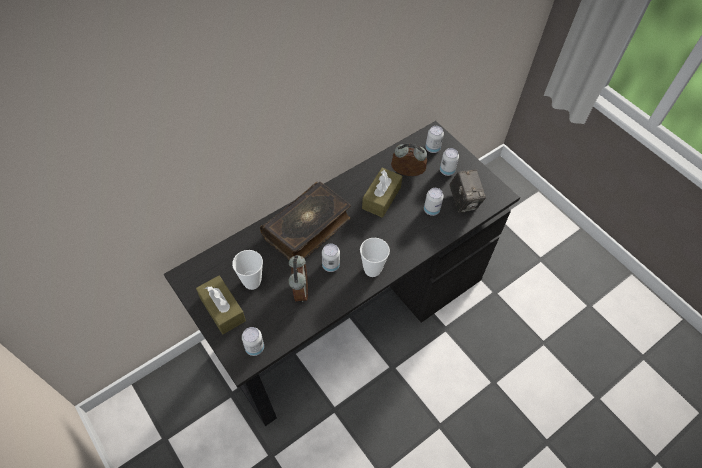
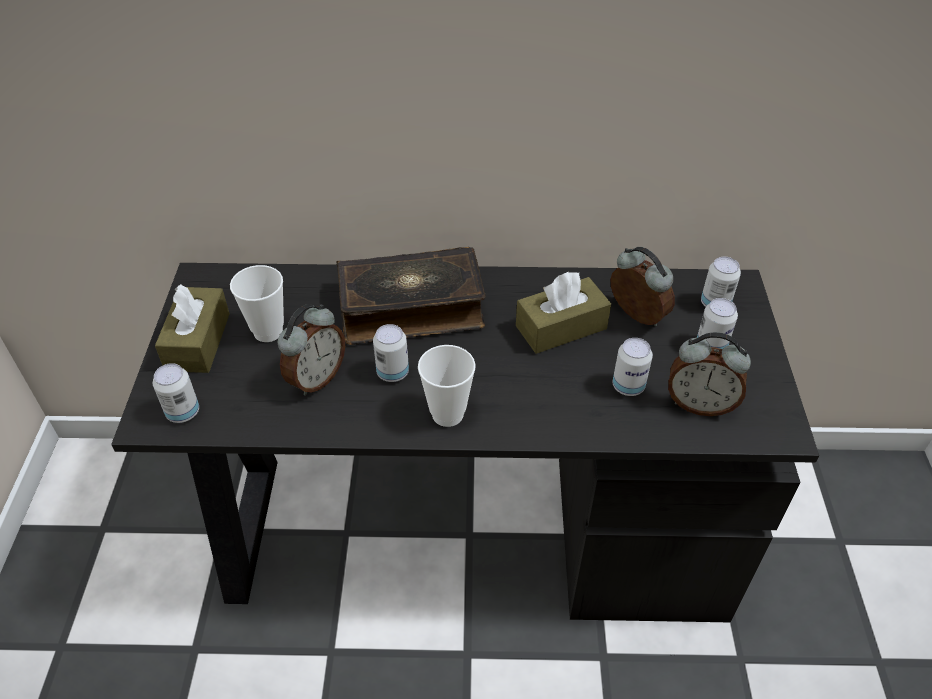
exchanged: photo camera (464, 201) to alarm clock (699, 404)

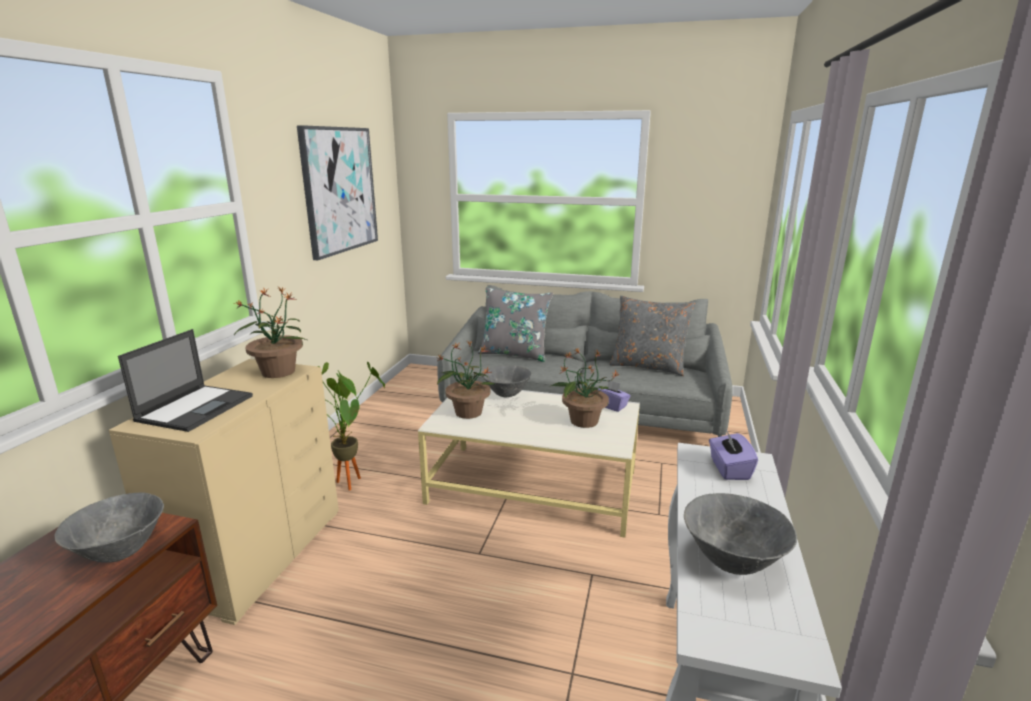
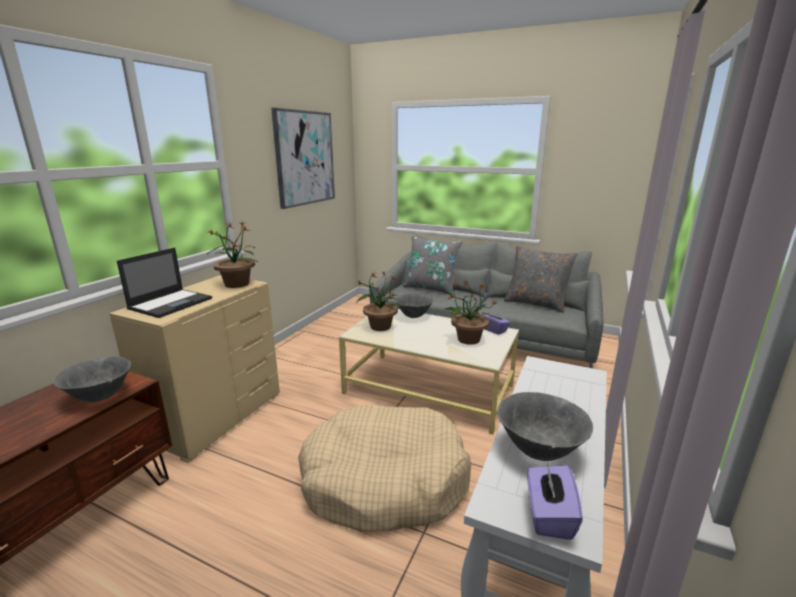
missing: potted plant (350, 480)
appeared: dog bed in beige (384, 480)
relocated: tissue box in purple (729, 469) to (548, 515)

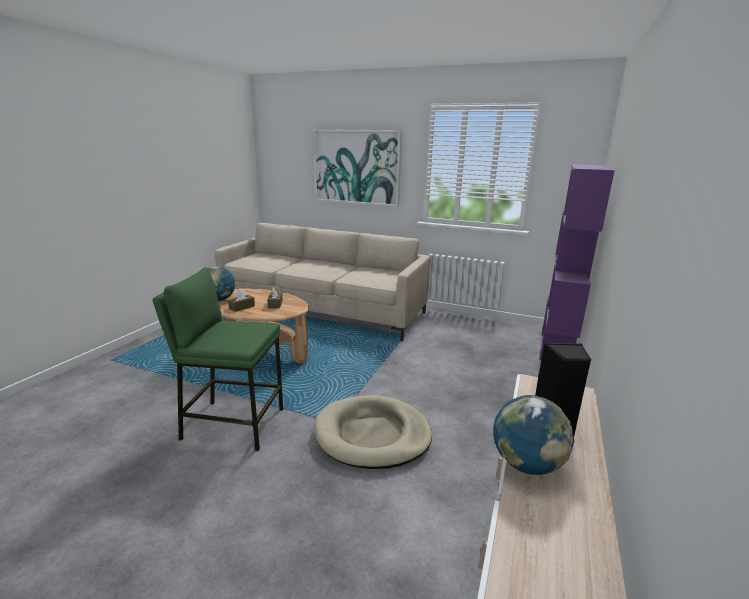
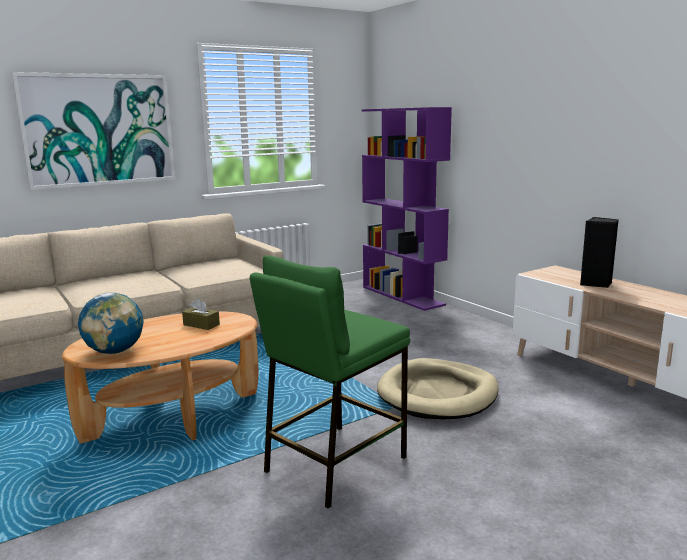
missing: tissue box in brown (242, 307); globe (526, 464)

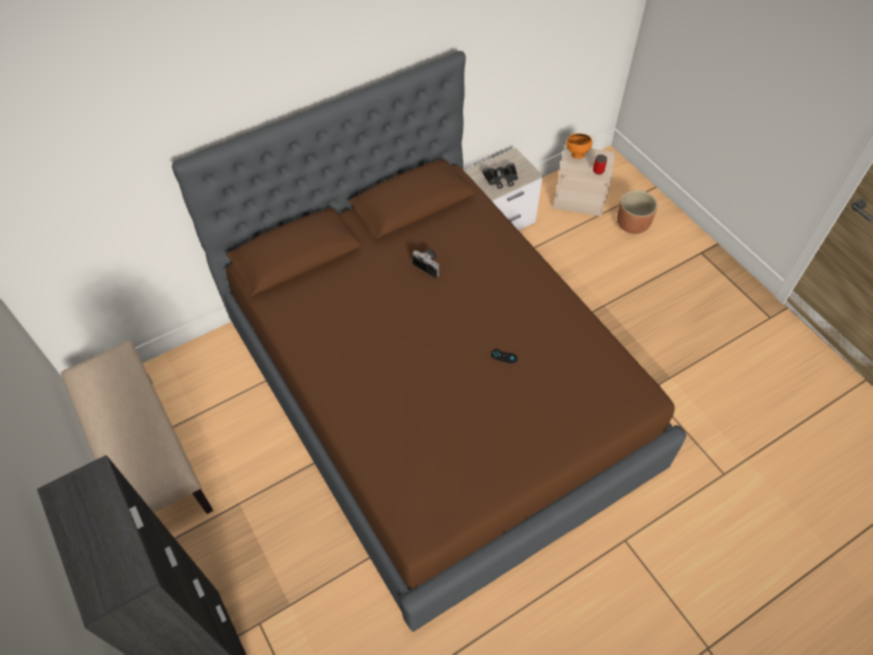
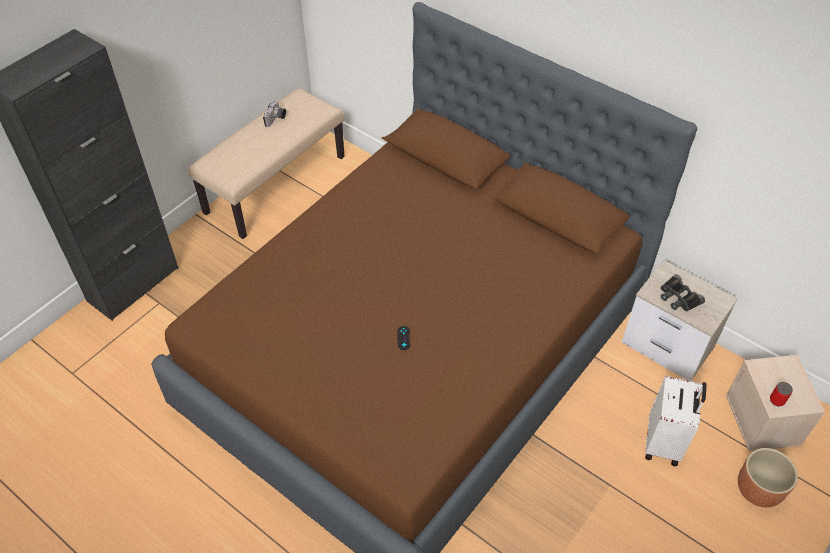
missing: bowl in orange (576, 155)
appeared: suitcase in white (664, 443)
relocated: photo camera (429, 265) to (276, 119)

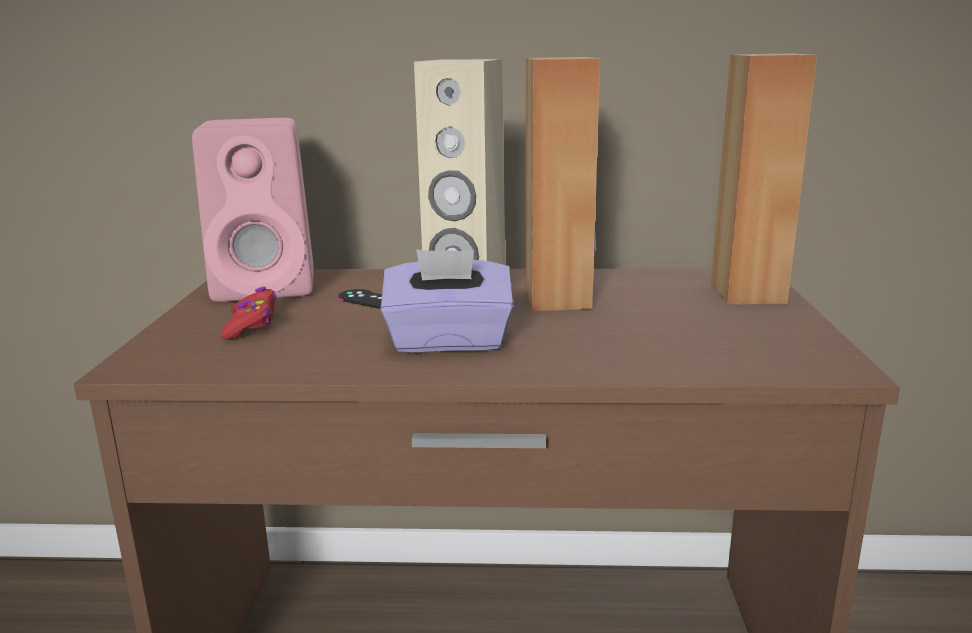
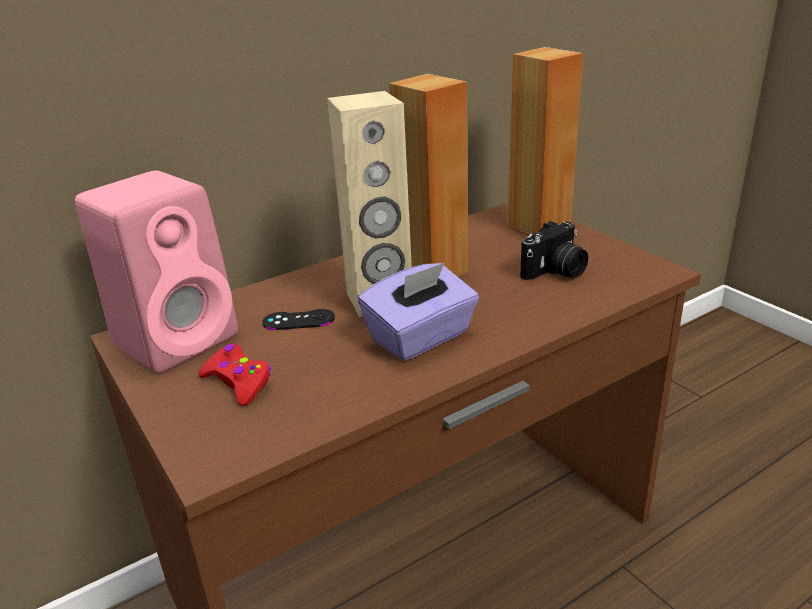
appeared: photo camera (556, 272)

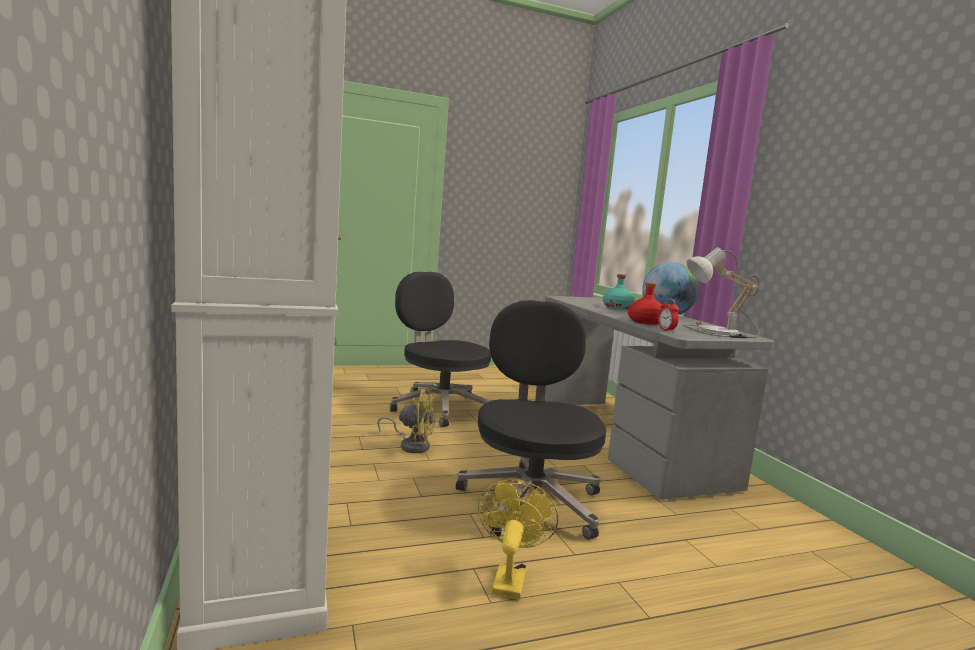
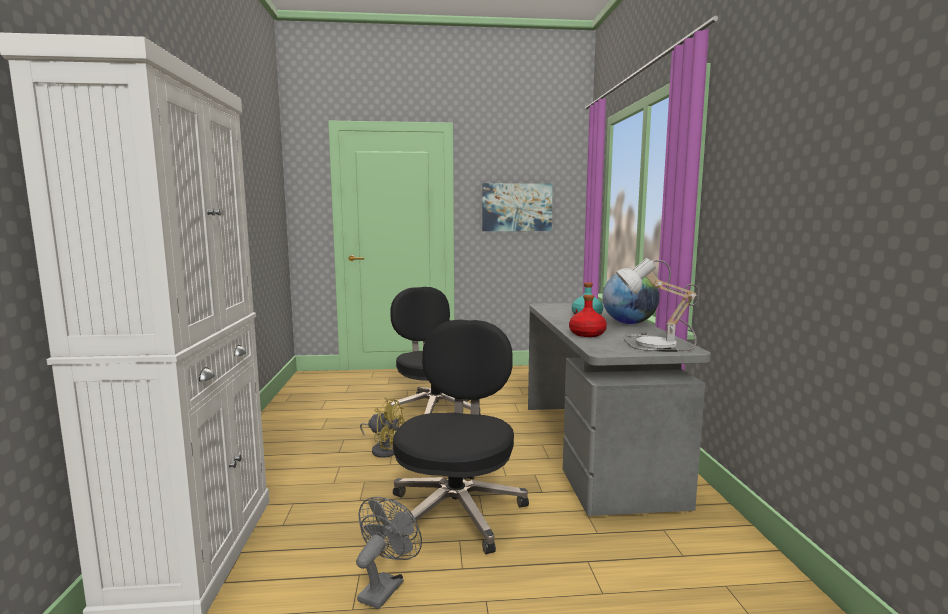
missing: alarm clock (666, 330)
appeared: picture (516, 207)
colour: fan in yellow (509, 577) to fan in grey (385, 586)

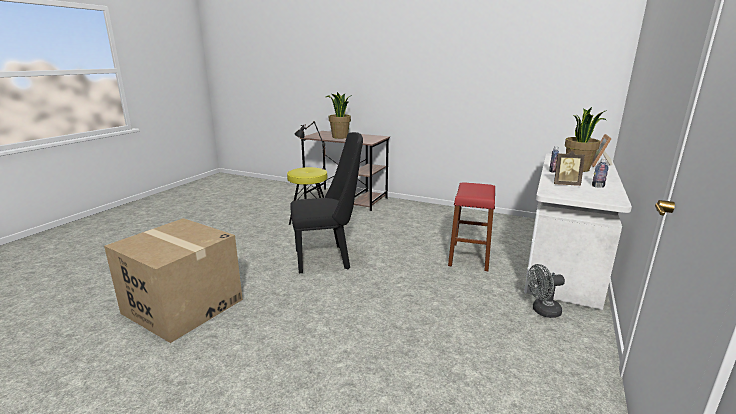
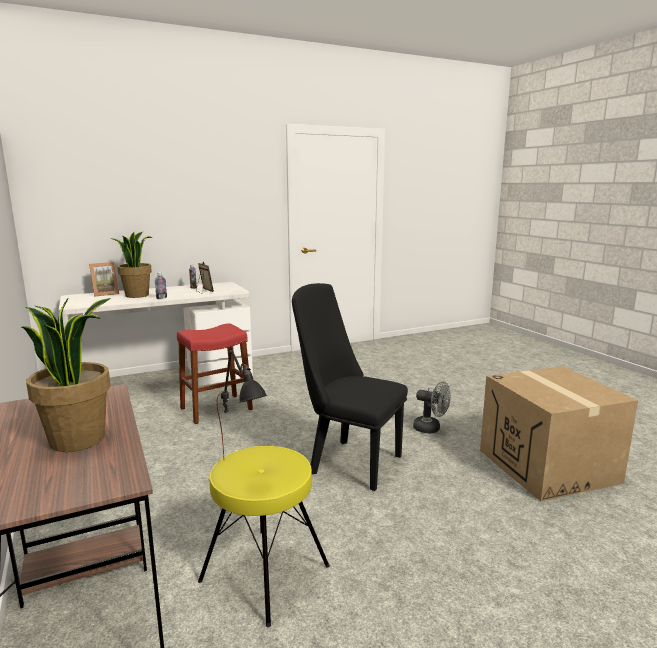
relocated: fan in grey (542, 311) to (431, 429)

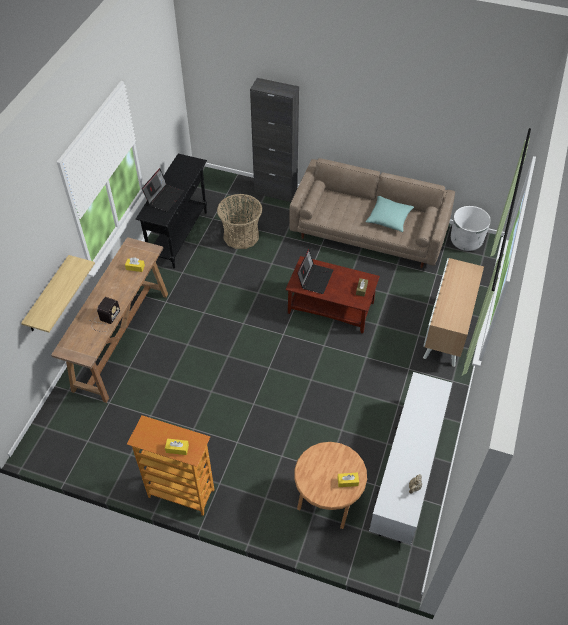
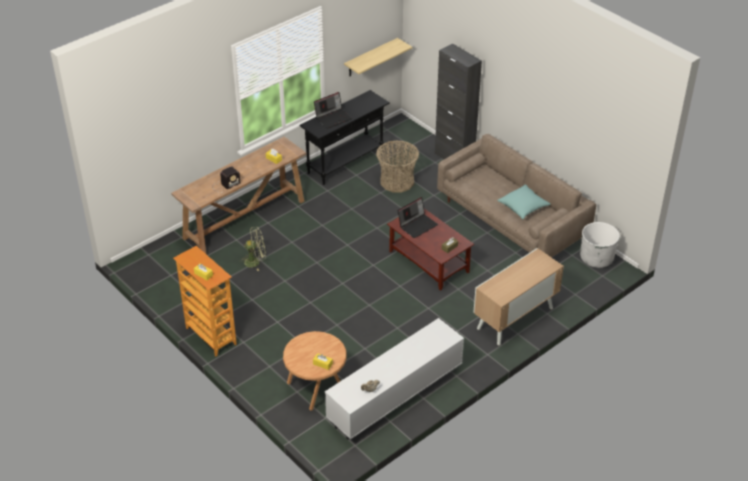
appeared: fan in green (255, 261)
relocated: shelf (48, 295) to (371, 57)

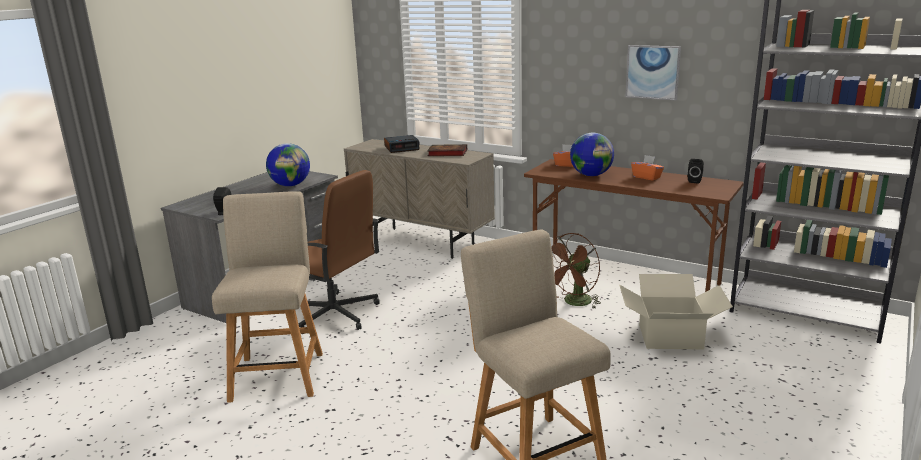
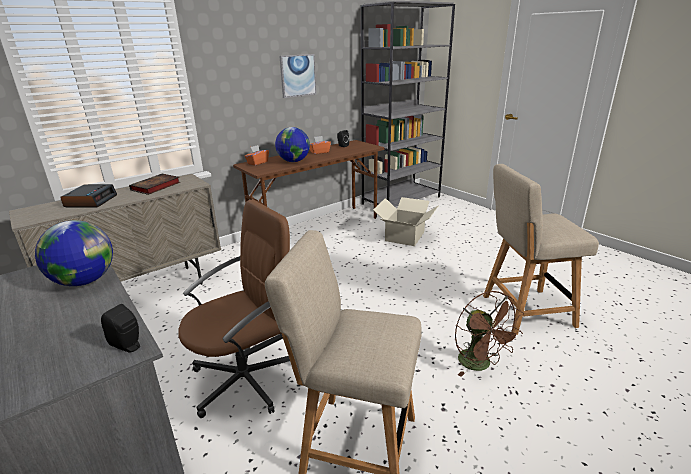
relocated: fan in brown (574, 303) to (480, 365)

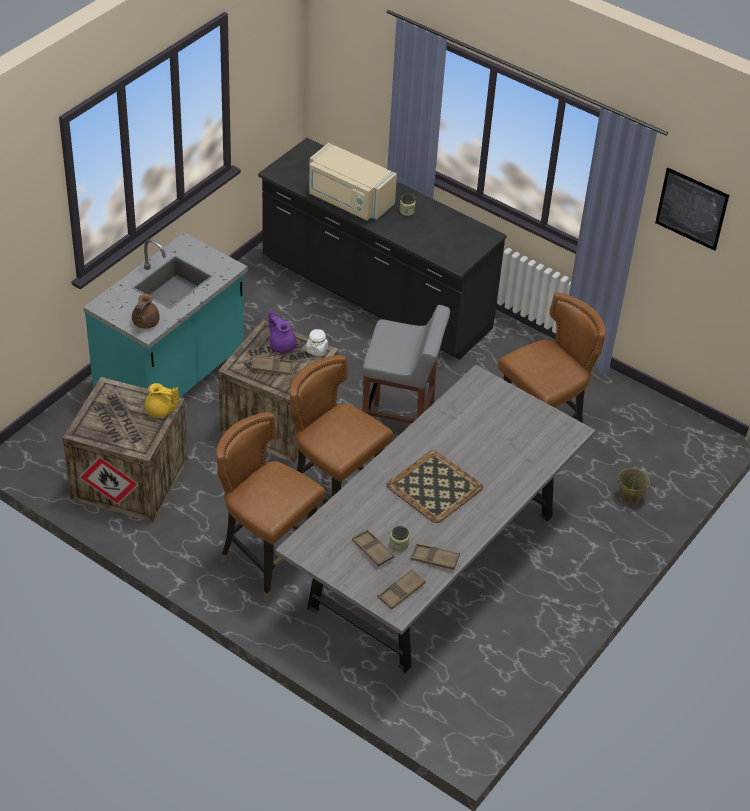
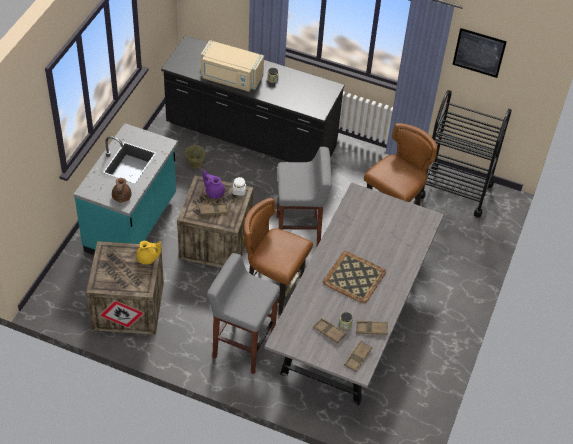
appeared: cart in black (455, 190)
relocated: bucket in beige (629, 496) to (195, 163)
exchanged: chair in brown (267, 562) to stool in grey (242, 346)

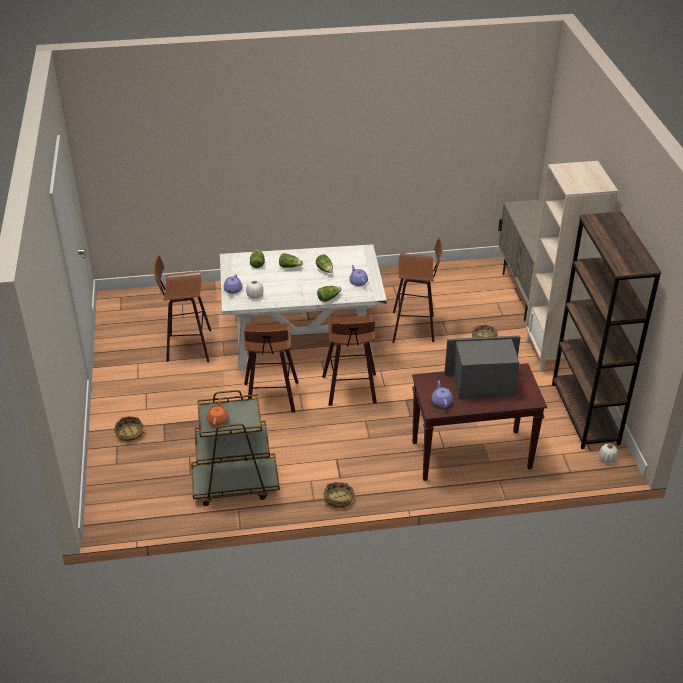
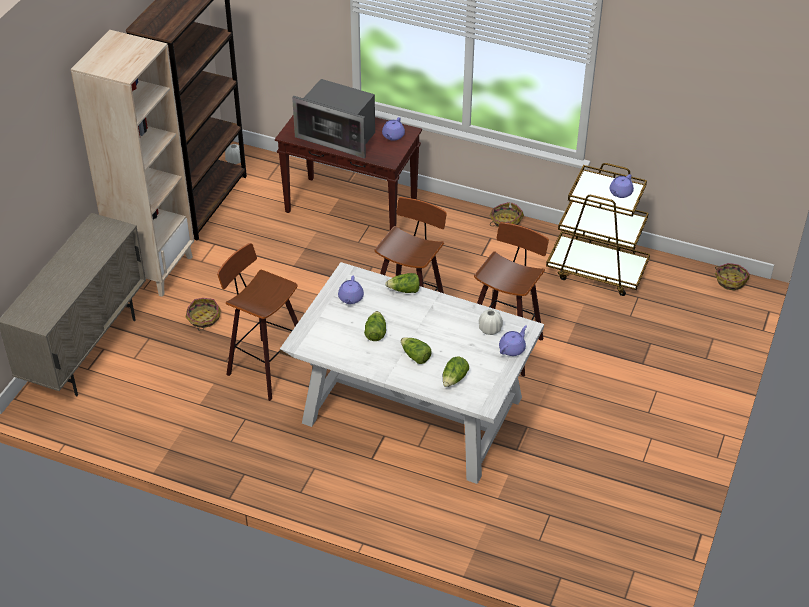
missing: stool (187, 346)
relocated: basket (130, 433) to (730, 280)
colour: teapot in orange (217, 420) to teapot in purple (620, 193)

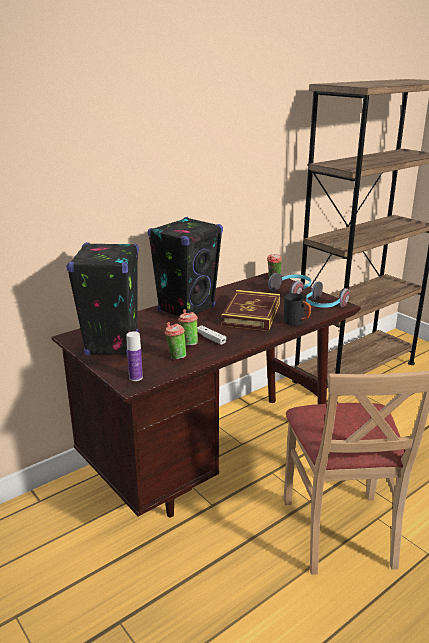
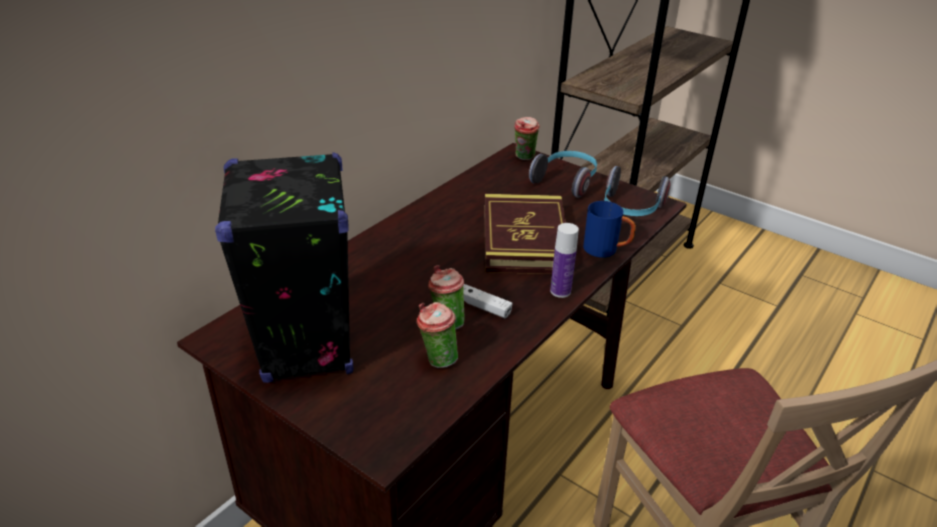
missing: speaker in black (187, 309)
relocated: bottle (135, 377) to (560, 291)
colour: mug in black (296, 323) to mug in blue (606, 250)

